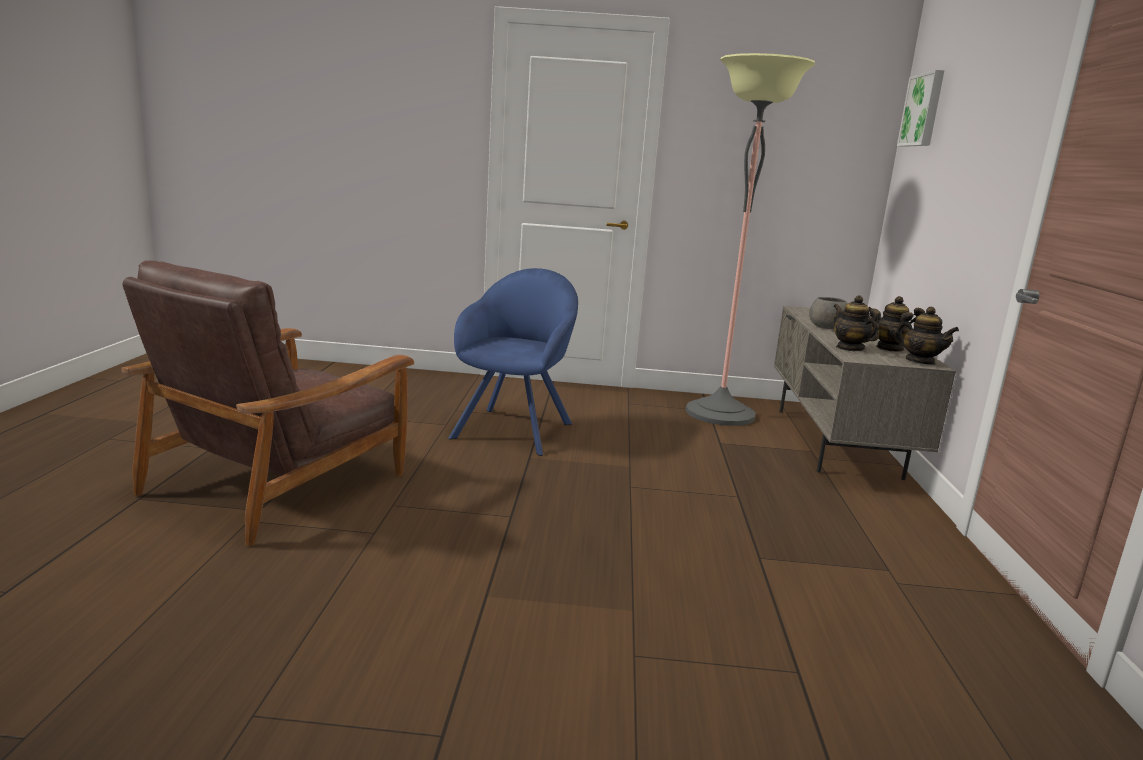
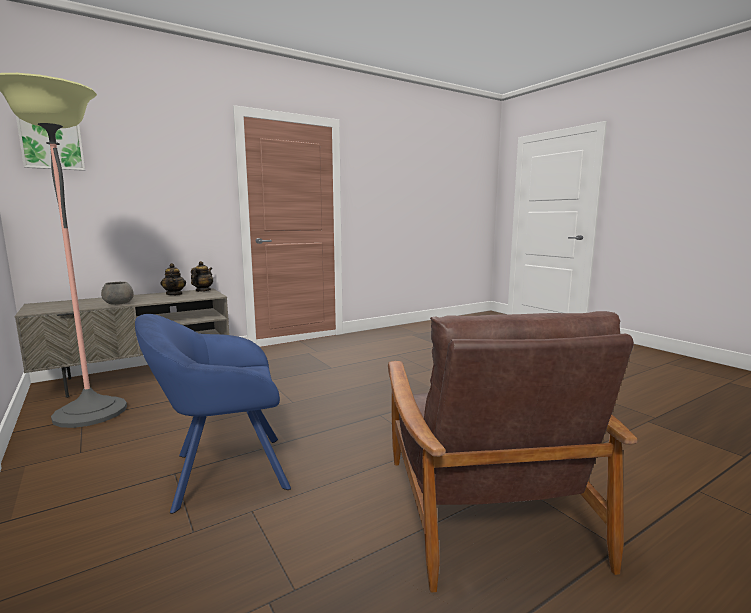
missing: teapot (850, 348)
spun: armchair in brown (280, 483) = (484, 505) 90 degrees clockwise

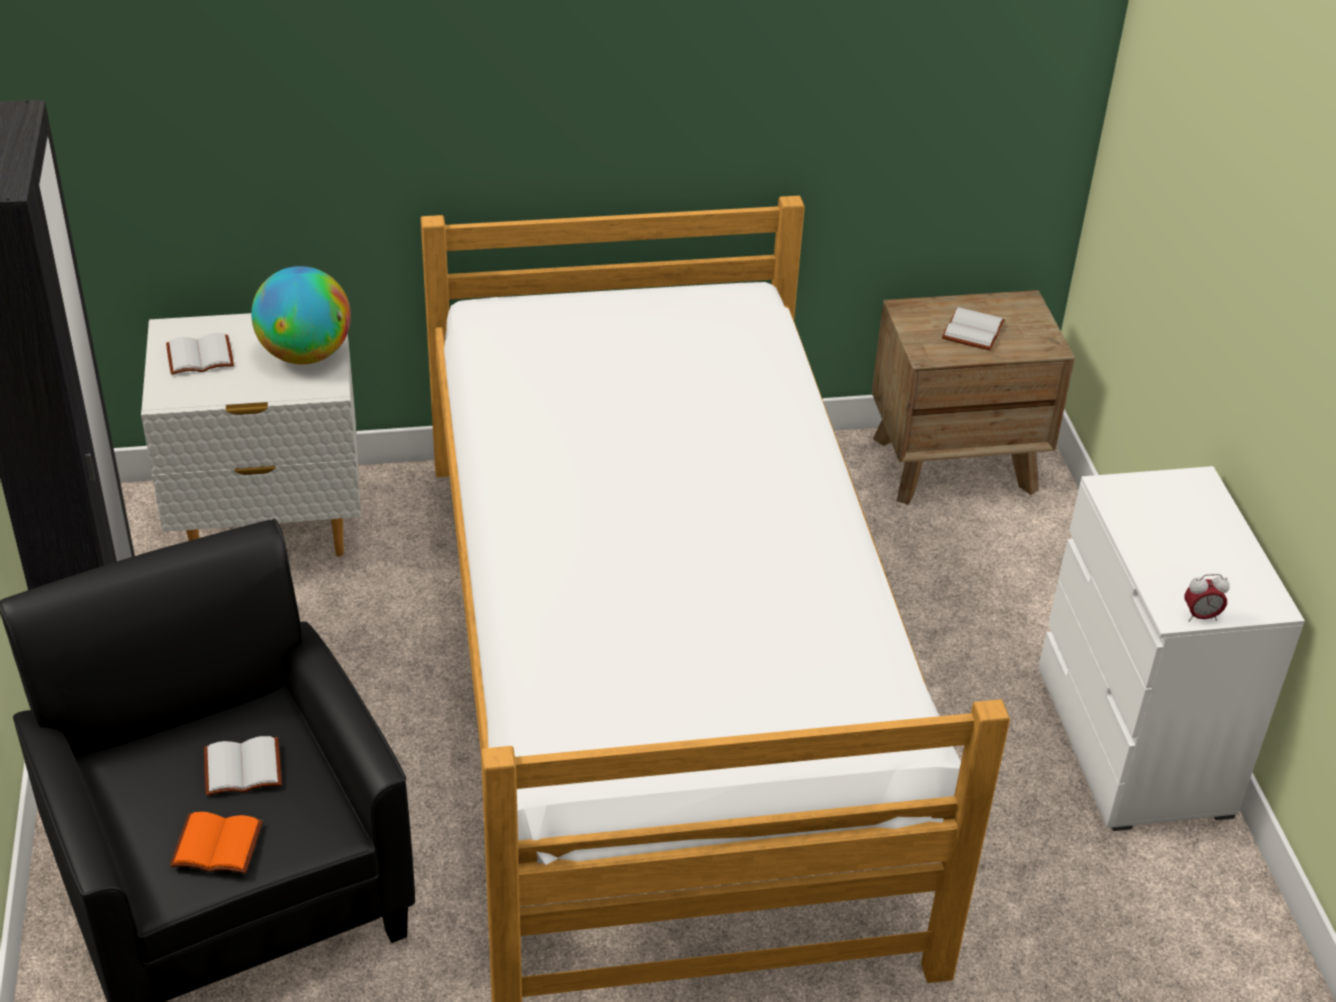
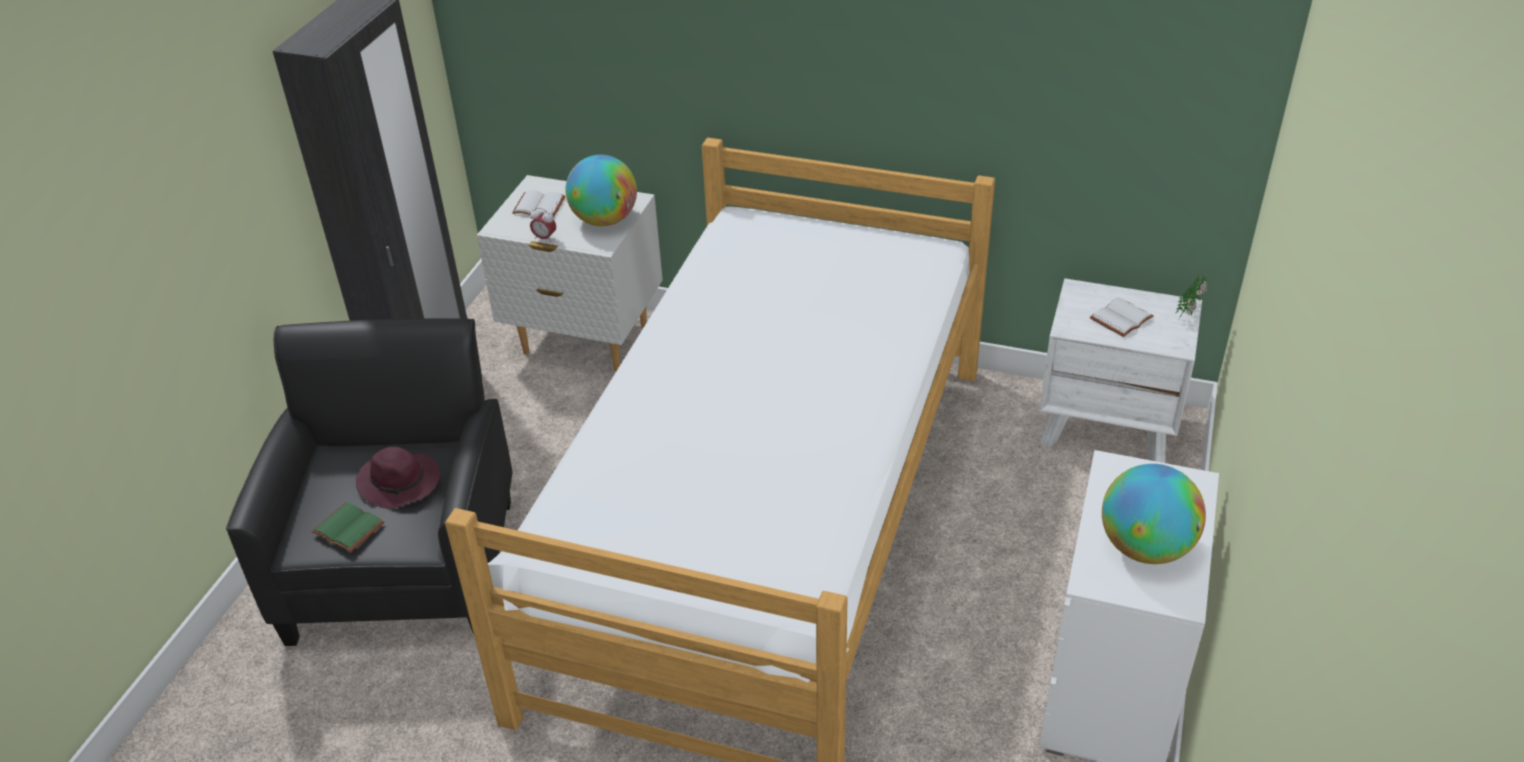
appeared: globe (1145, 548); potted plant (1189, 311)
relocated: alarm clock (1200, 616) to (544, 238)
exchanged: book in white (244, 766) to hat in purple (400, 483)
colour: book in orange (215, 847) to book in green (346, 529); nightstand in brown (955, 463) to nightstand in white (1108, 426)

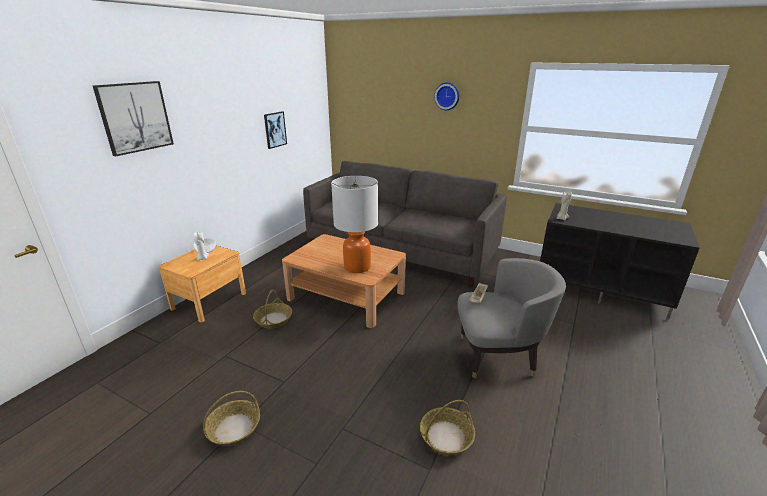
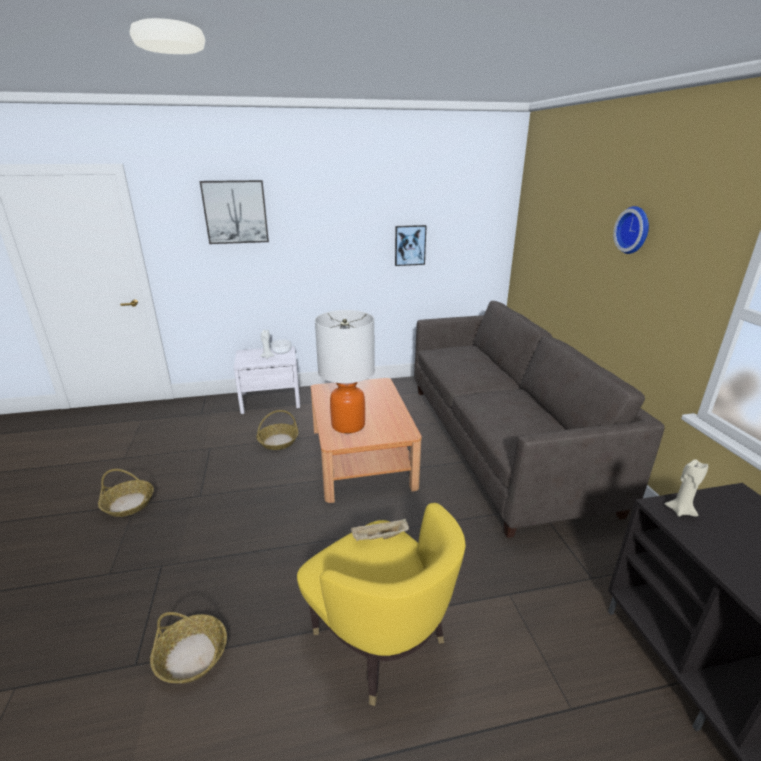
colour: nightstand in brown (209, 301) to nightstand in white (270, 400); armchair in grey (498, 356) to armchair in yellow (380, 639)

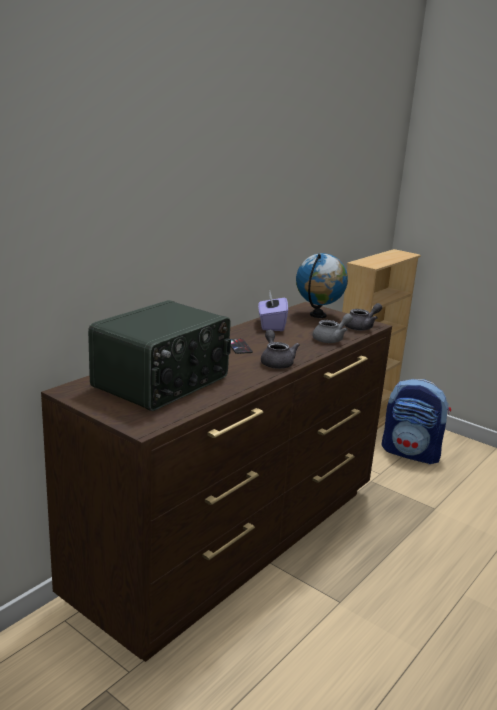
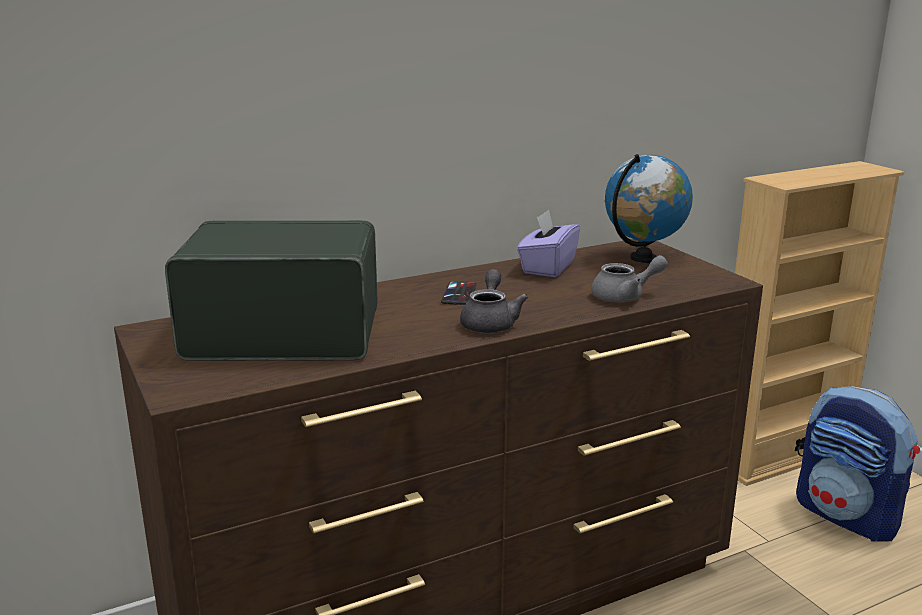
missing: teapot in grey (362, 327)
spun: radio (163, 382) = (284, 333) 150 degrees counterclockwise

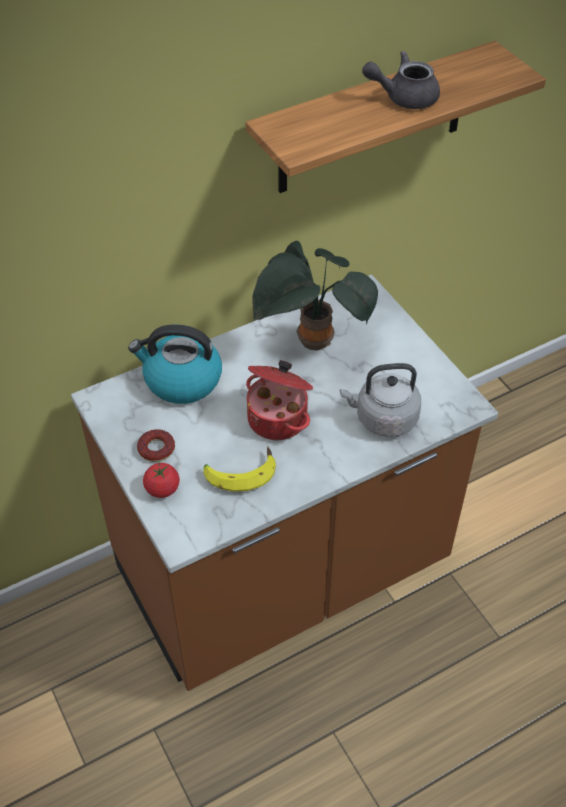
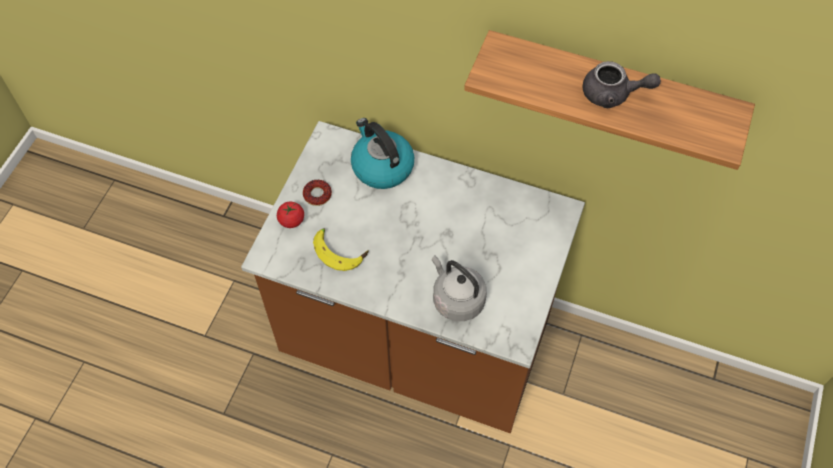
missing: cooking pot (279, 418); potted plant (311, 342)
spun: teapot in grey (403, 97) = (613, 95) 150 degrees clockwise

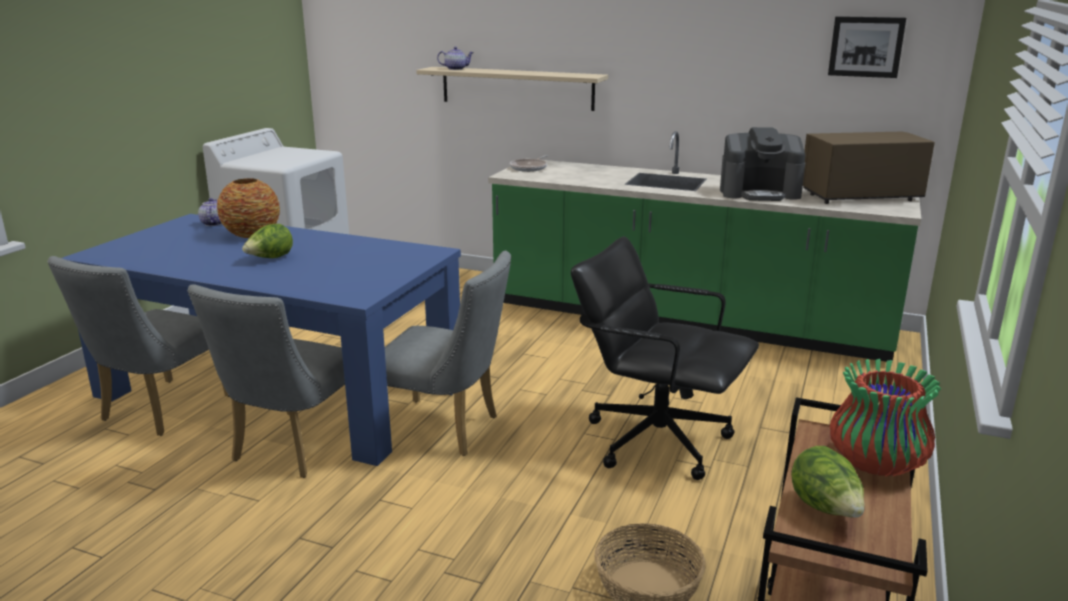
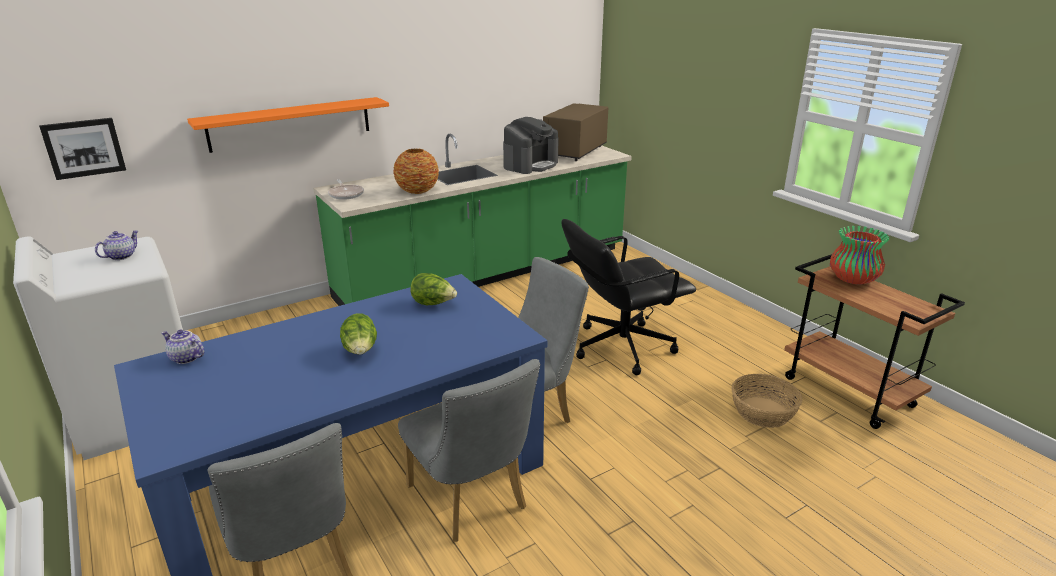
relocated: picture (866, 46) to (84, 148); teapot (456, 69) to (121, 256); vase (251, 234) to (417, 191); lettuce (825, 509) to (433, 304)
colour: shelf in beige (516, 88) to shelf in orange (290, 124)

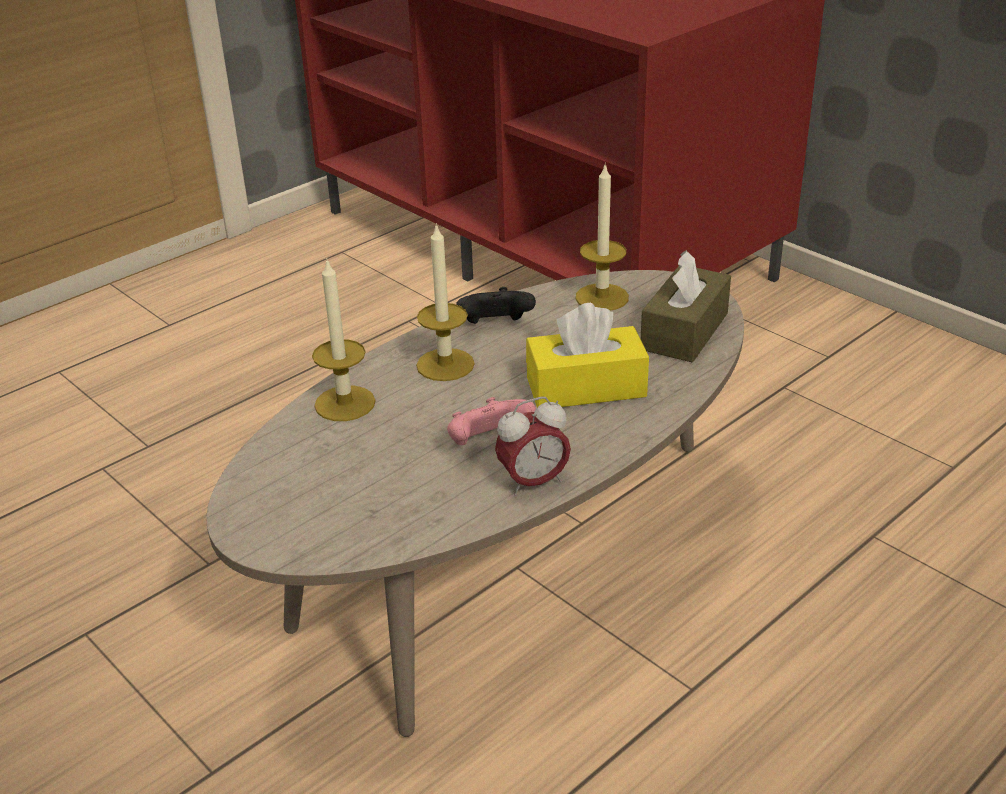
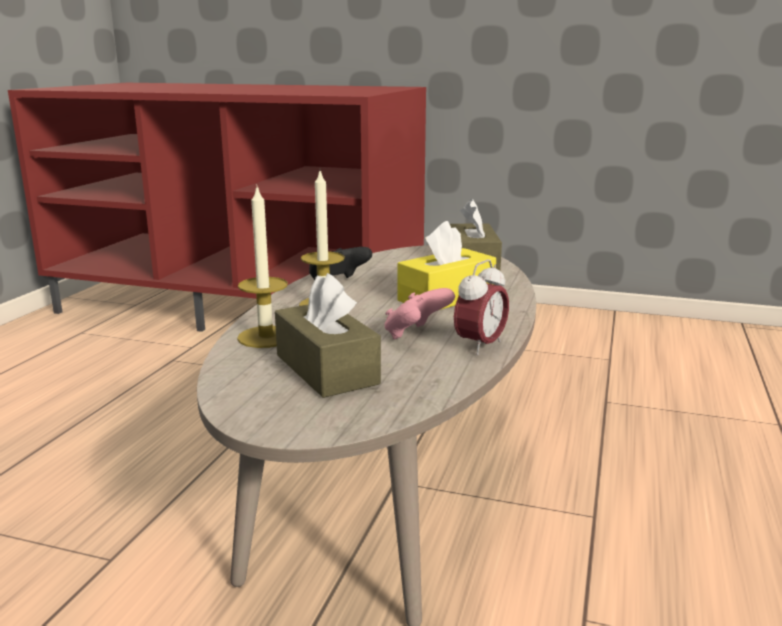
missing: candle (602, 297)
appeared: tissue box in brown (326, 369)

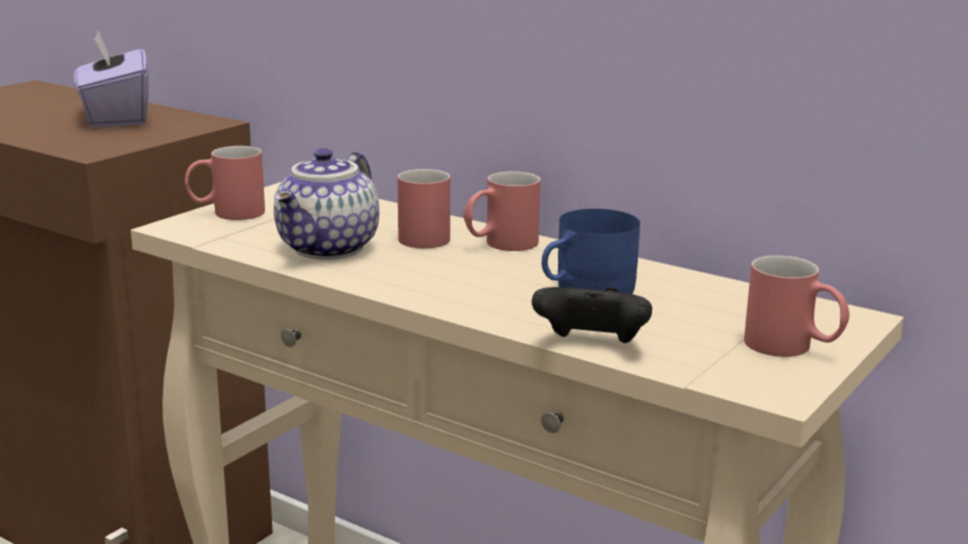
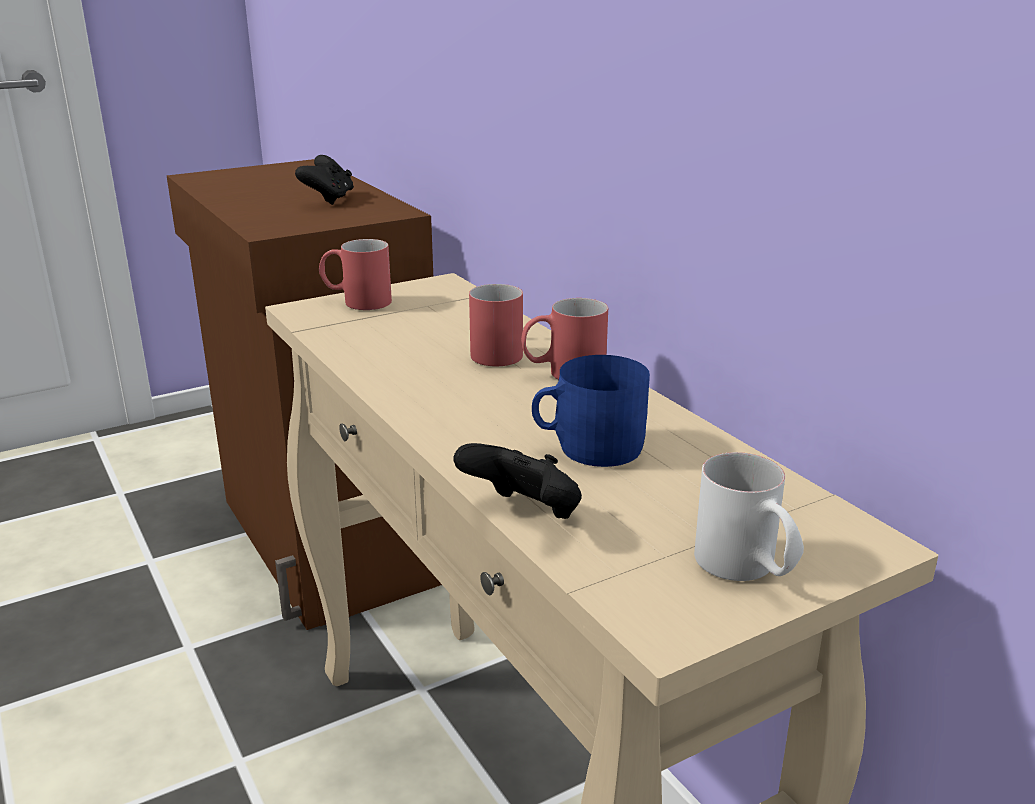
missing: teapot (330, 249)
exchanged: tissue box in purple (115, 117) to game controller in black (328, 199)
colour: mug in red (793, 348) to mug in white (747, 570)

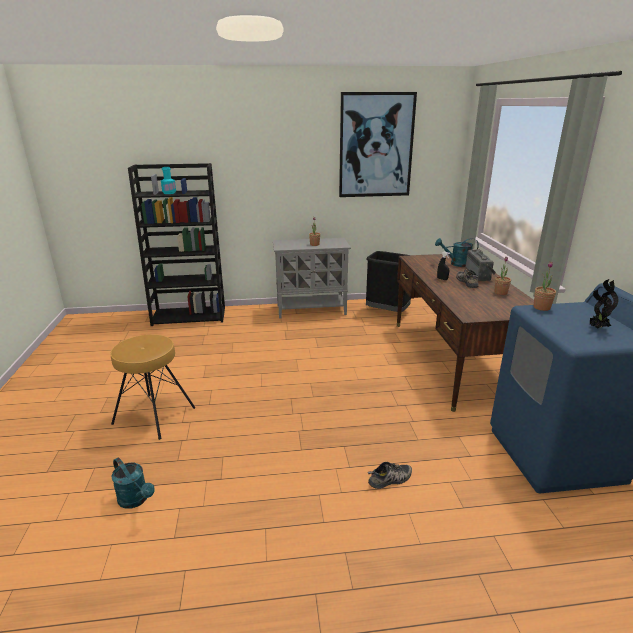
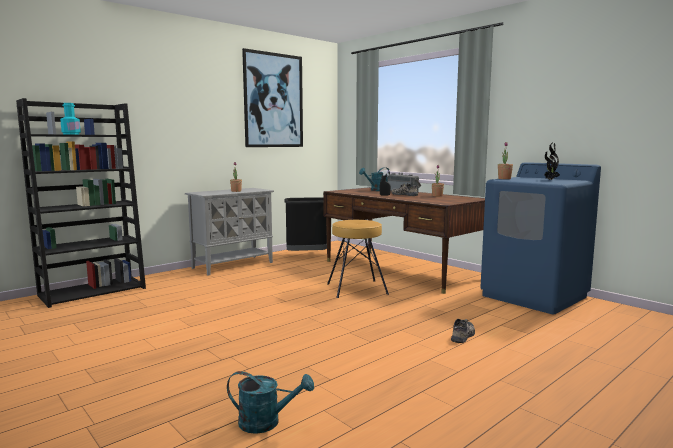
relocated: stool in brown (154, 415) to (356, 288)

